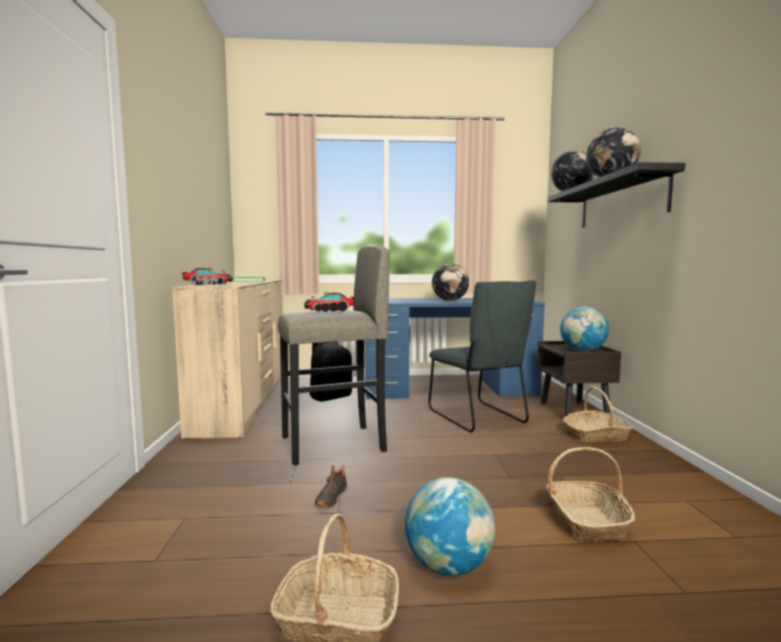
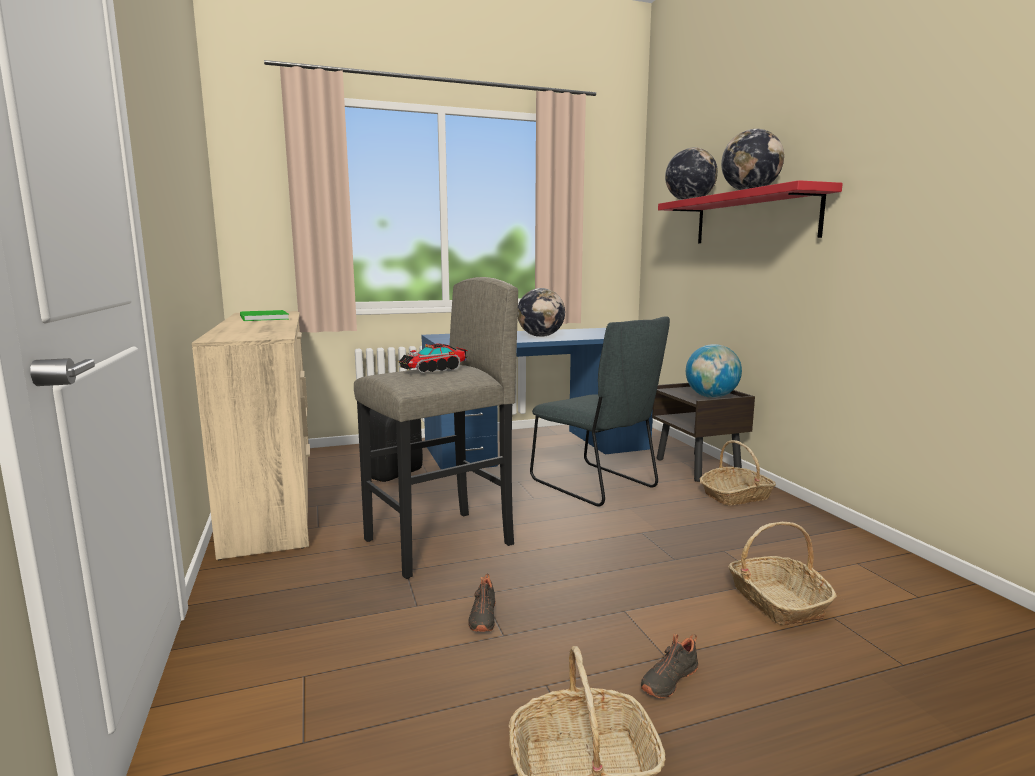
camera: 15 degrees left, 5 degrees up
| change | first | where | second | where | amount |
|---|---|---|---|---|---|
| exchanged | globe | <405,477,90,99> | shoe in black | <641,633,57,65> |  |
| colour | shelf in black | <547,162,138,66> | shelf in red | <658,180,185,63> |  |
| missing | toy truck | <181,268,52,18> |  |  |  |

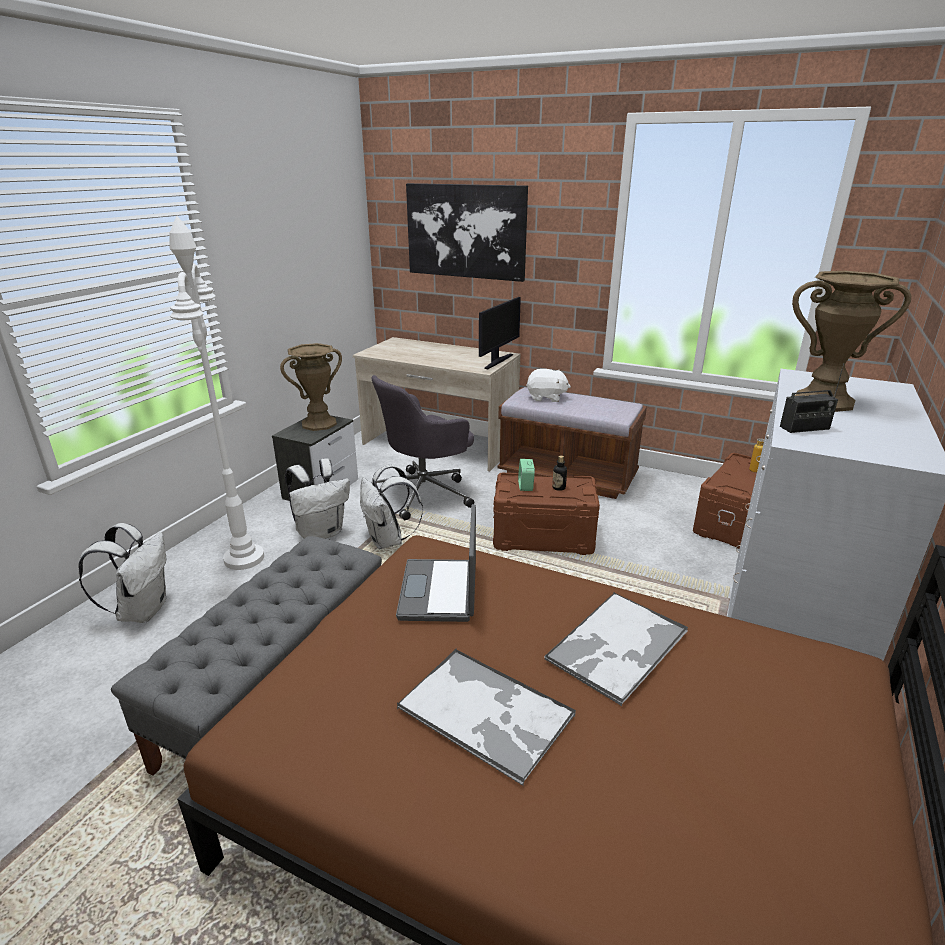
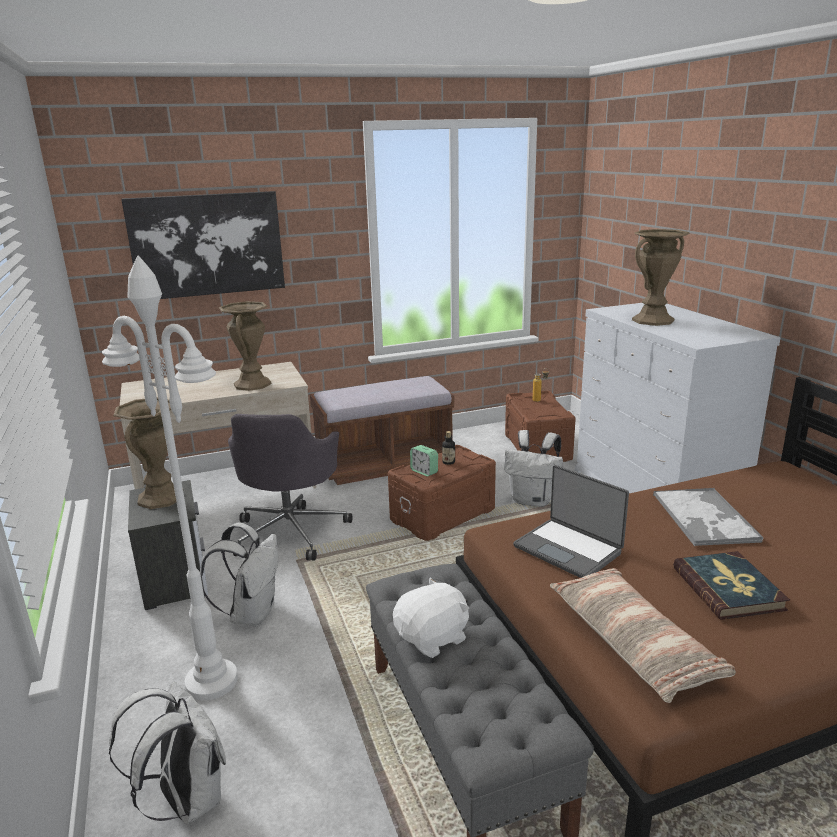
camera: 45 degrees left, 5 degrees down
| change | first | where | second | where | amount |
|---|---|---|---|---|---|
| appeared |  |  | vase in brown | <219,301,52,90> |  |
| relocated | plush toy in white | <526,369,45,33> |  | <393,577,76,81> |  |
| relocated | backpack in white | <360,465,63,84> |  | <504,430,59,77> |  |
| appeared |  |  | pillow | <550,568,186,135> |  |
| exchanged | tray | <397,648,179,138> | book | <673,551,117,69> |  |
| missing | monitor | <479,297,42,72> |  |  |  |
| missing | radio | <780,363,64,70> |  |  |  |

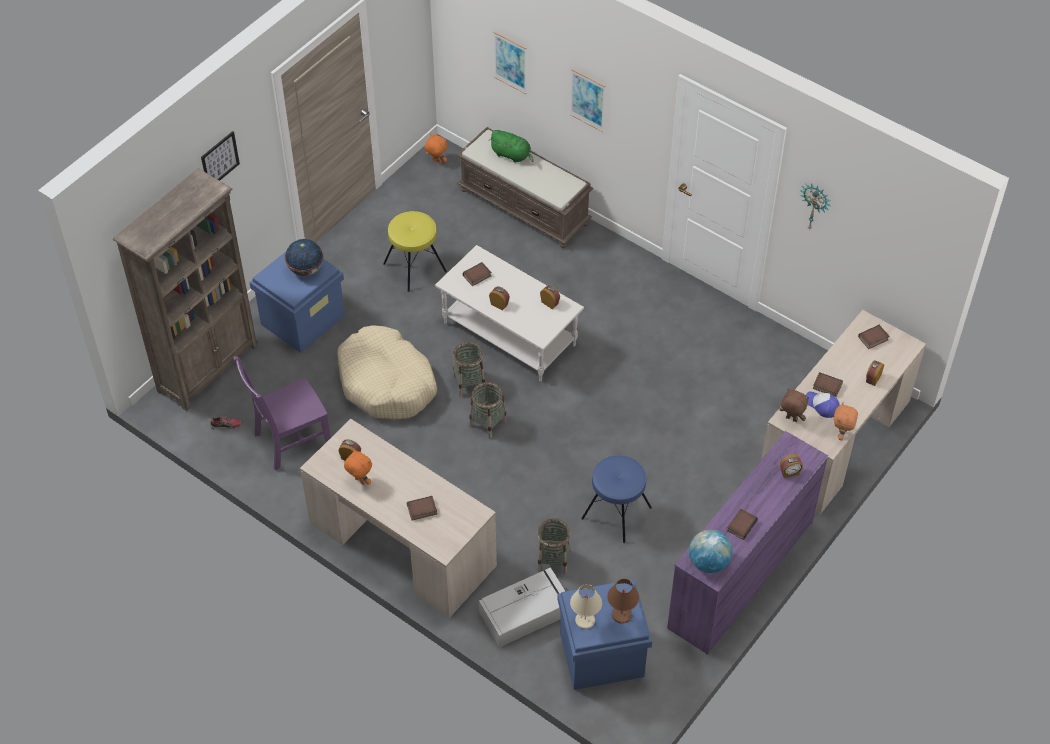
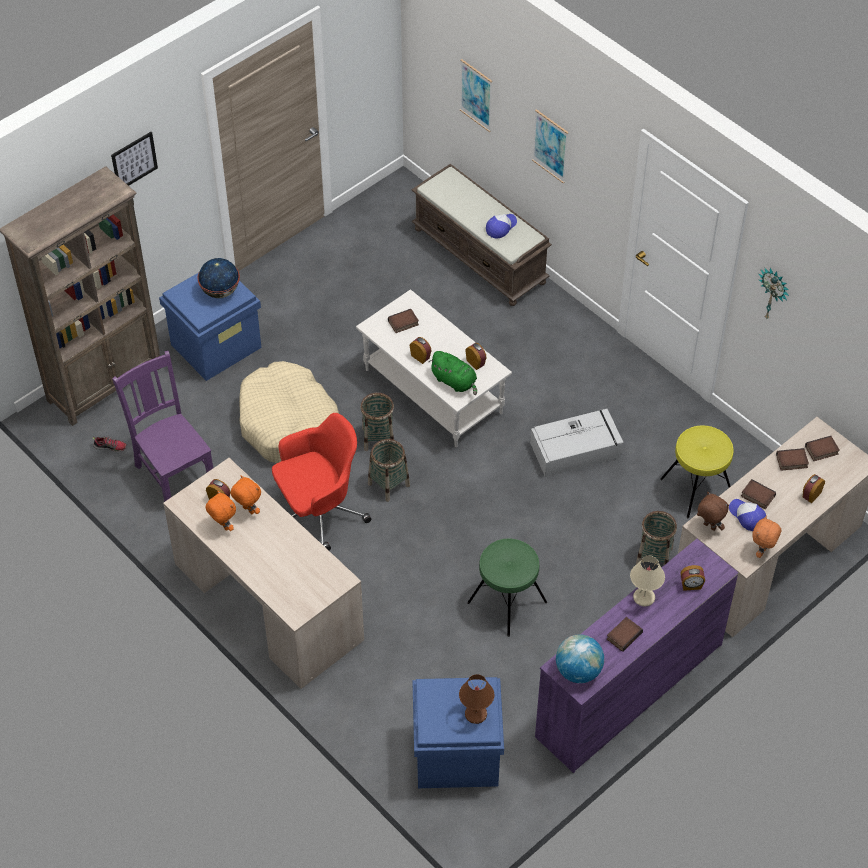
camera: 10 degrees right, 0 degrees up
| change | first | where | second | where | amount |
|---|---|---|---|---|---|
| spun | chair in purple | <234,356,97,114> |  | <112,351,101,151> | 75 degrees clockwise |
| relocated | plush toy in orange | <425,133,22,31> |  | <231,475,30,39> |  |
| appeared |  |  | office chair in red | <272,413,99,137> |  |
| relocated | plush toy in green | <489,130,45,33> |  | <429,351,48,44> |  |
| colour | stool in blue | <581,455,71,88> | stool in green | <467,538,80,99> |  |
| appeared |  |  | cap | <486,214,31,24> |  |
| relocated | storage box in grey | <479,567,86,80> |  | <530,409,94,68> |  |
| relocated | table lamp in beige | <570,584,32,45> |  | <630,556,35,51> |  |
| relocated | basket | <537,518,33,56> |  | <636,511,41,54> |  |
| relocated | stool in yellow | <383,211,64,81> |  | <660,426,73,92> |  |
| relocated | book | <407,496,30,24> |  | <776,448,33,23> |  |

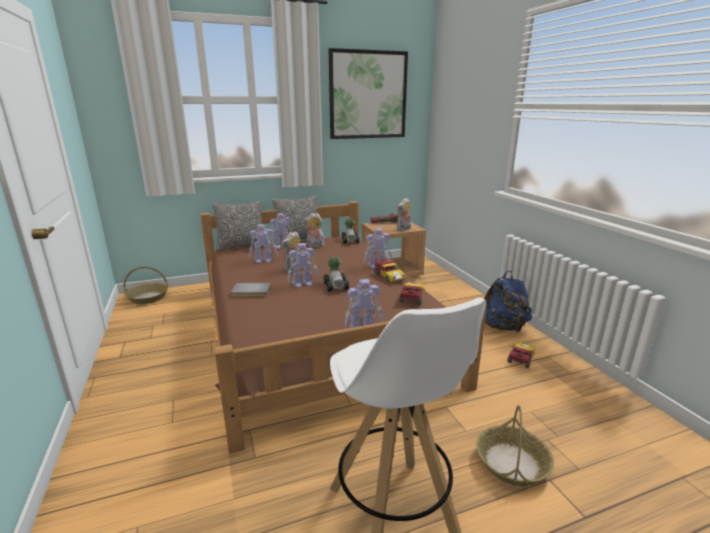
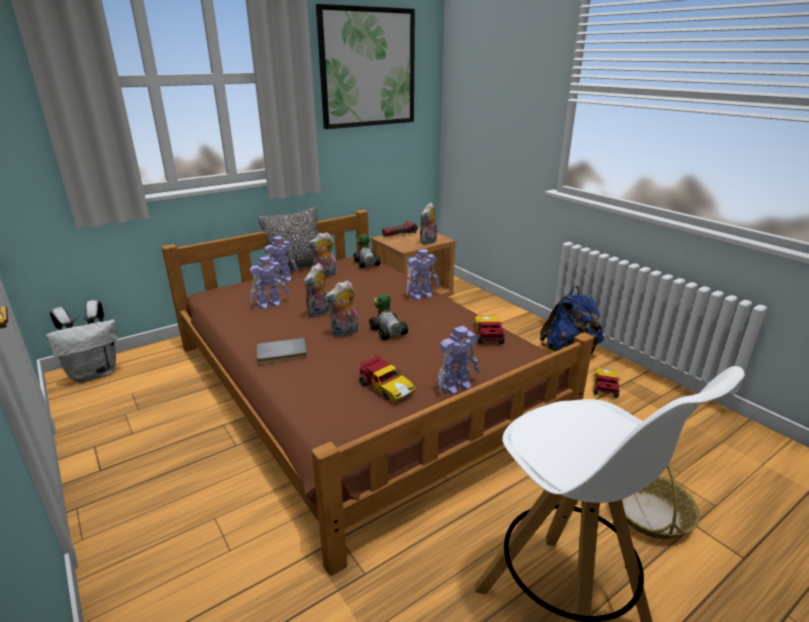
camera: 15 degrees left, 5 degrees up
| change | first | where | second | where | amount |
|---|---|---|---|---|---|
| exchanged | basket | <123,266,45,38> | backpack in white | <46,300,72,82> |  |
| exchanged | toy robot | <288,243,32,45> | plush toy | <324,280,34,57> |  |
| relocated | toy car | <374,258,32,24> |  | <359,355,57,47> |  |
| missing | pillow | <212,201,53,50> |  |  |  |

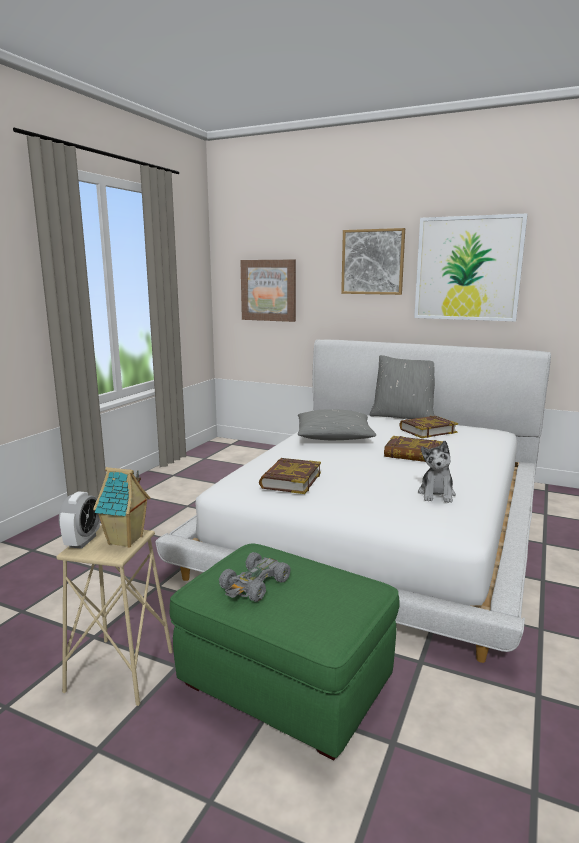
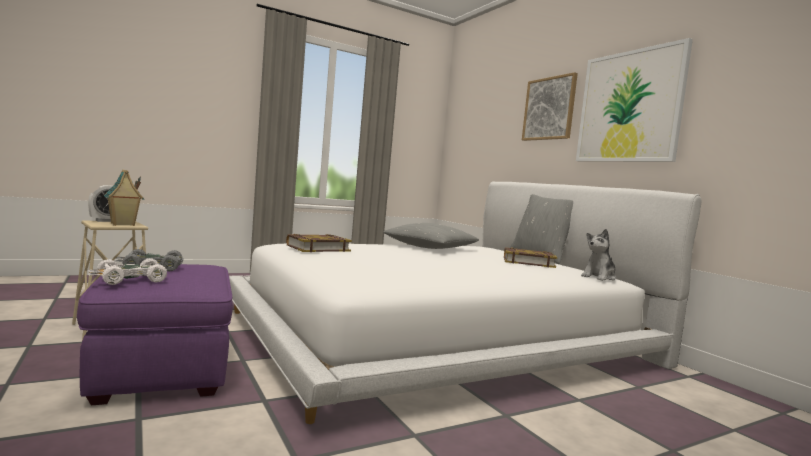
camera: 35 degrees right, 10 degrees down
| change | first | where | second | where | amount |
|---|---|---|---|---|---|
| colour | ottoman in green | <170,544,230,216> | ottoman in purple | <77,264,156,141> |  |
| appeared |  |  | toy car in white | <88,258,79,27> |  |
| relocated | plush toy | <418,441,38,62> |  | <581,229,35,52> |  |
| missing | picture | <240,260,56,62> |  |  |  |
| missing | book | <384,436,59,26> |  |  |  |

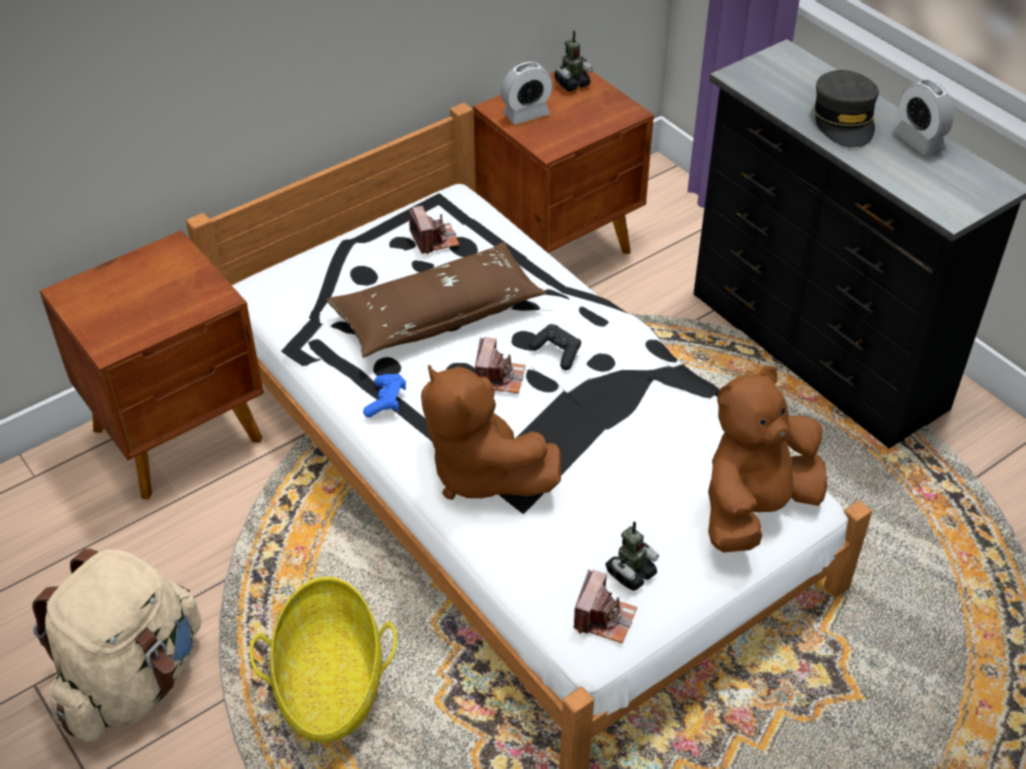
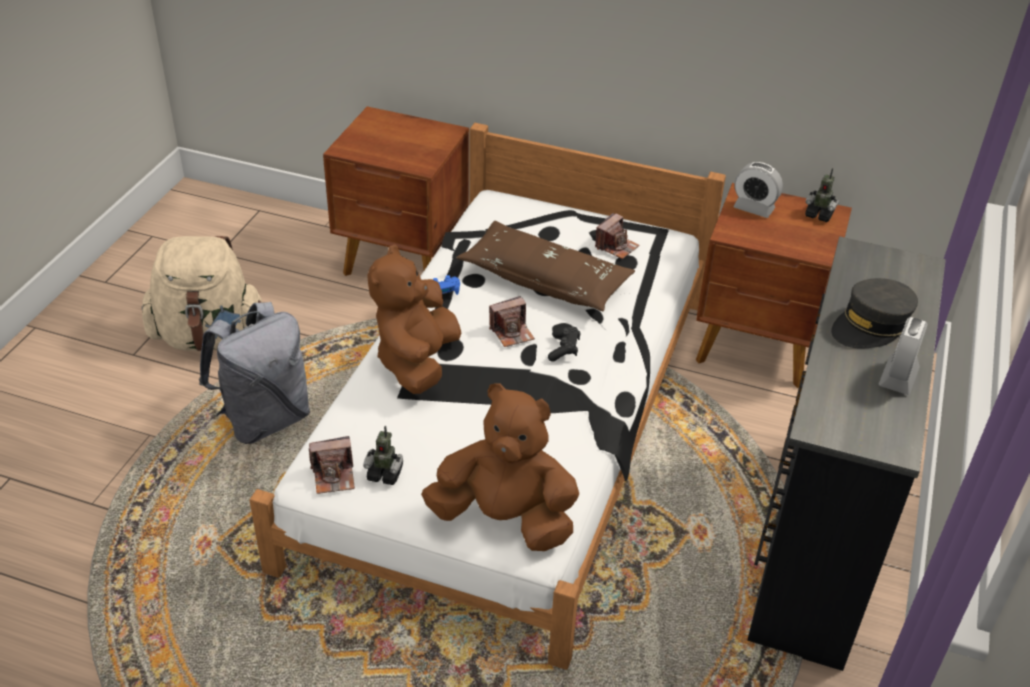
camera: 55 degrees right, 5 degrees down
| change | first | where | second | where | amount |
|---|---|---|---|---|---|
| exchanged | basket | <249,576,148,167> | backpack in grey | <199,302,111,142> |  |

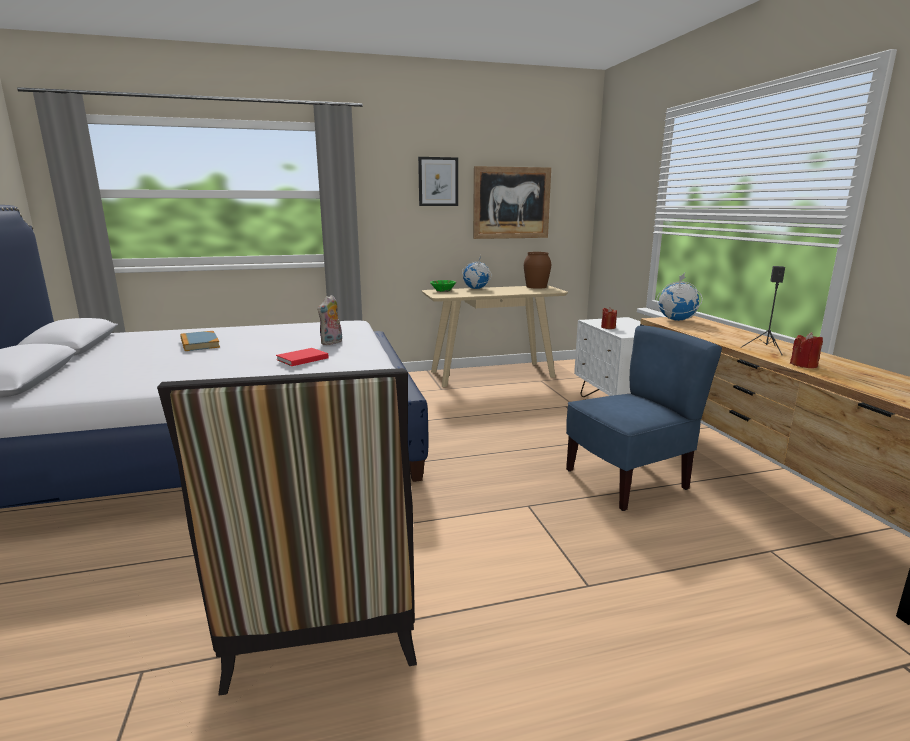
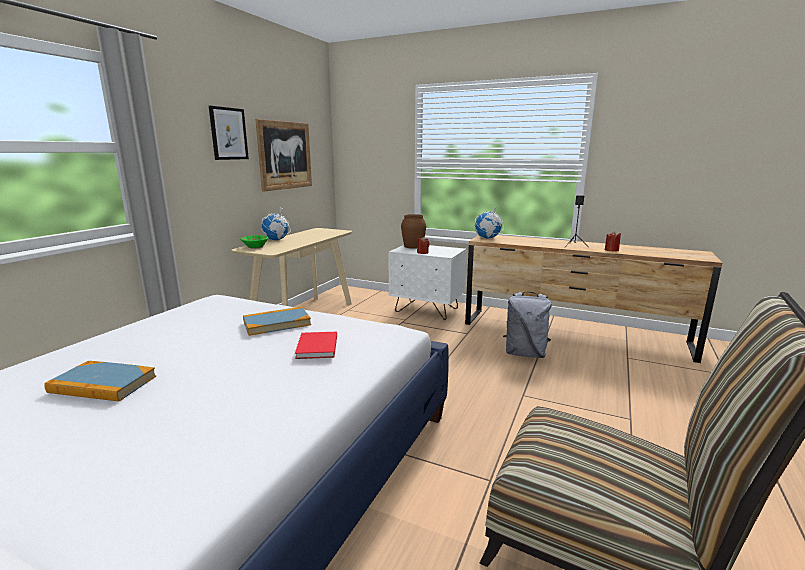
camera: 50 degrees left, 0 degrees up
| change | first | where | second | where | amount |
|---|---|---|---|---|---|
| exchanged | plush toy | <317,295,25,50> | book | <243,307,68,29> |  |
| relocated | vase in brown | <524,252,27,37> |  | <401,214,25,35> |  |
| exchanged | chair in blue | <566,325,156,186> | backpack in grey | <503,292,49,66> |  |

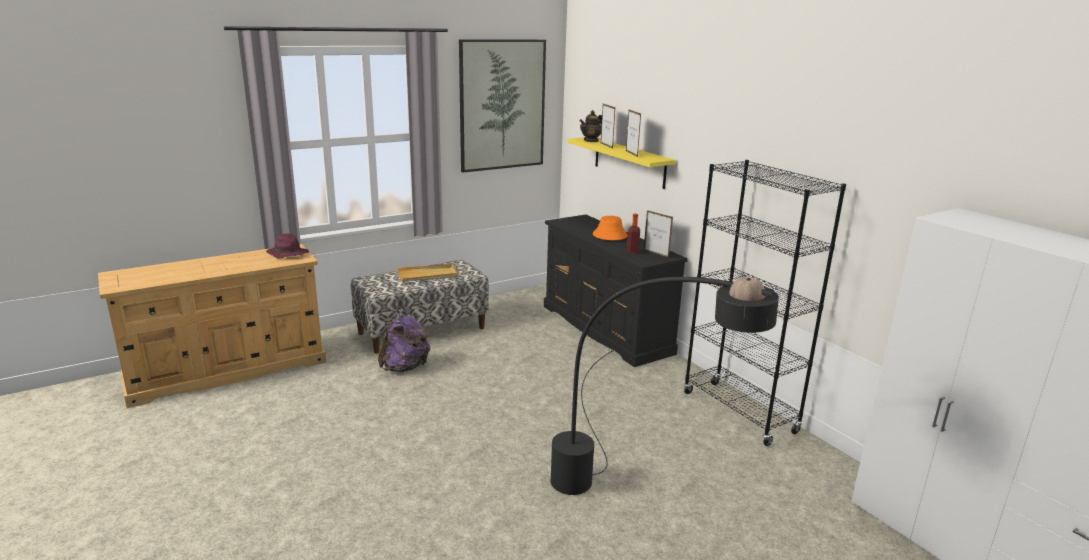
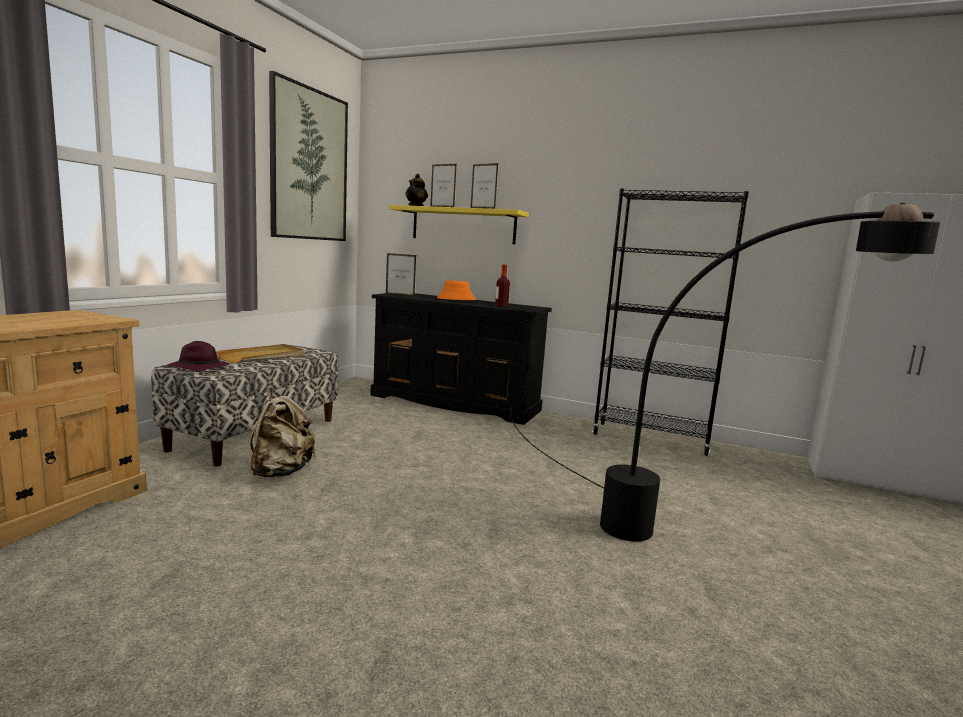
camera: 35 degrees left, 10 degrees down
| change | first | where | second | where | amount |
|---|---|---|---|---|---|
| relocated | hat in purple | <266,233,43,26> |  | <167,341,63,31> |  |
| colour | backpack in purple | <378,310,52,62> | backpack in beige | <250,389,66,88> |  |
| relocated | picture frame | <644,210,29,48> |  | <386,253,30,44> |  |

